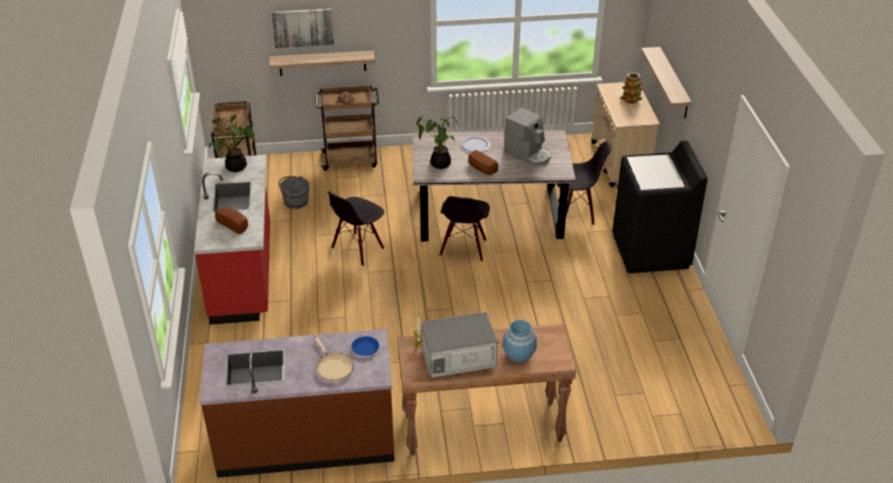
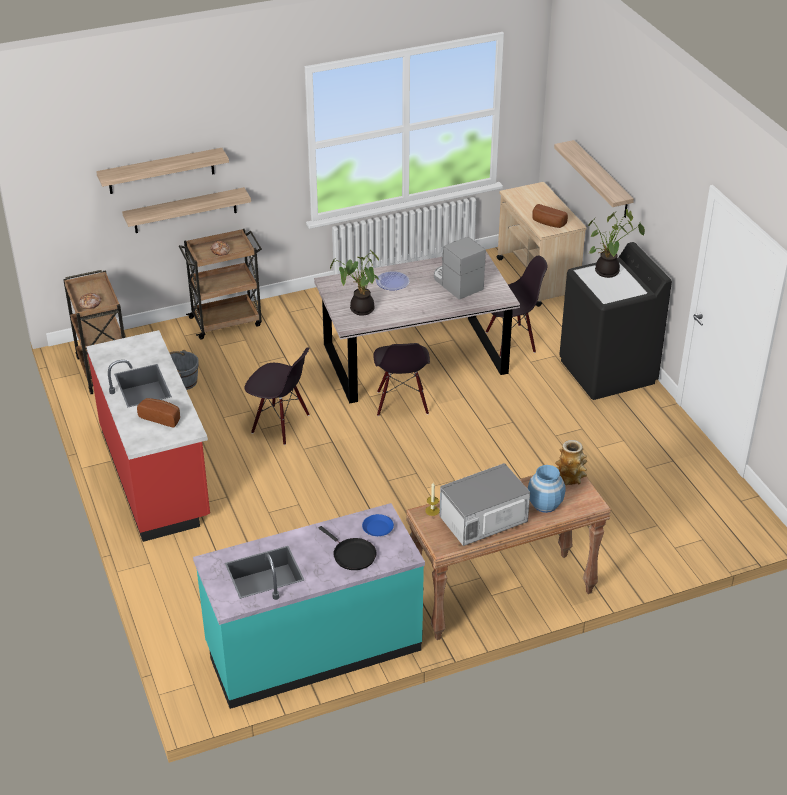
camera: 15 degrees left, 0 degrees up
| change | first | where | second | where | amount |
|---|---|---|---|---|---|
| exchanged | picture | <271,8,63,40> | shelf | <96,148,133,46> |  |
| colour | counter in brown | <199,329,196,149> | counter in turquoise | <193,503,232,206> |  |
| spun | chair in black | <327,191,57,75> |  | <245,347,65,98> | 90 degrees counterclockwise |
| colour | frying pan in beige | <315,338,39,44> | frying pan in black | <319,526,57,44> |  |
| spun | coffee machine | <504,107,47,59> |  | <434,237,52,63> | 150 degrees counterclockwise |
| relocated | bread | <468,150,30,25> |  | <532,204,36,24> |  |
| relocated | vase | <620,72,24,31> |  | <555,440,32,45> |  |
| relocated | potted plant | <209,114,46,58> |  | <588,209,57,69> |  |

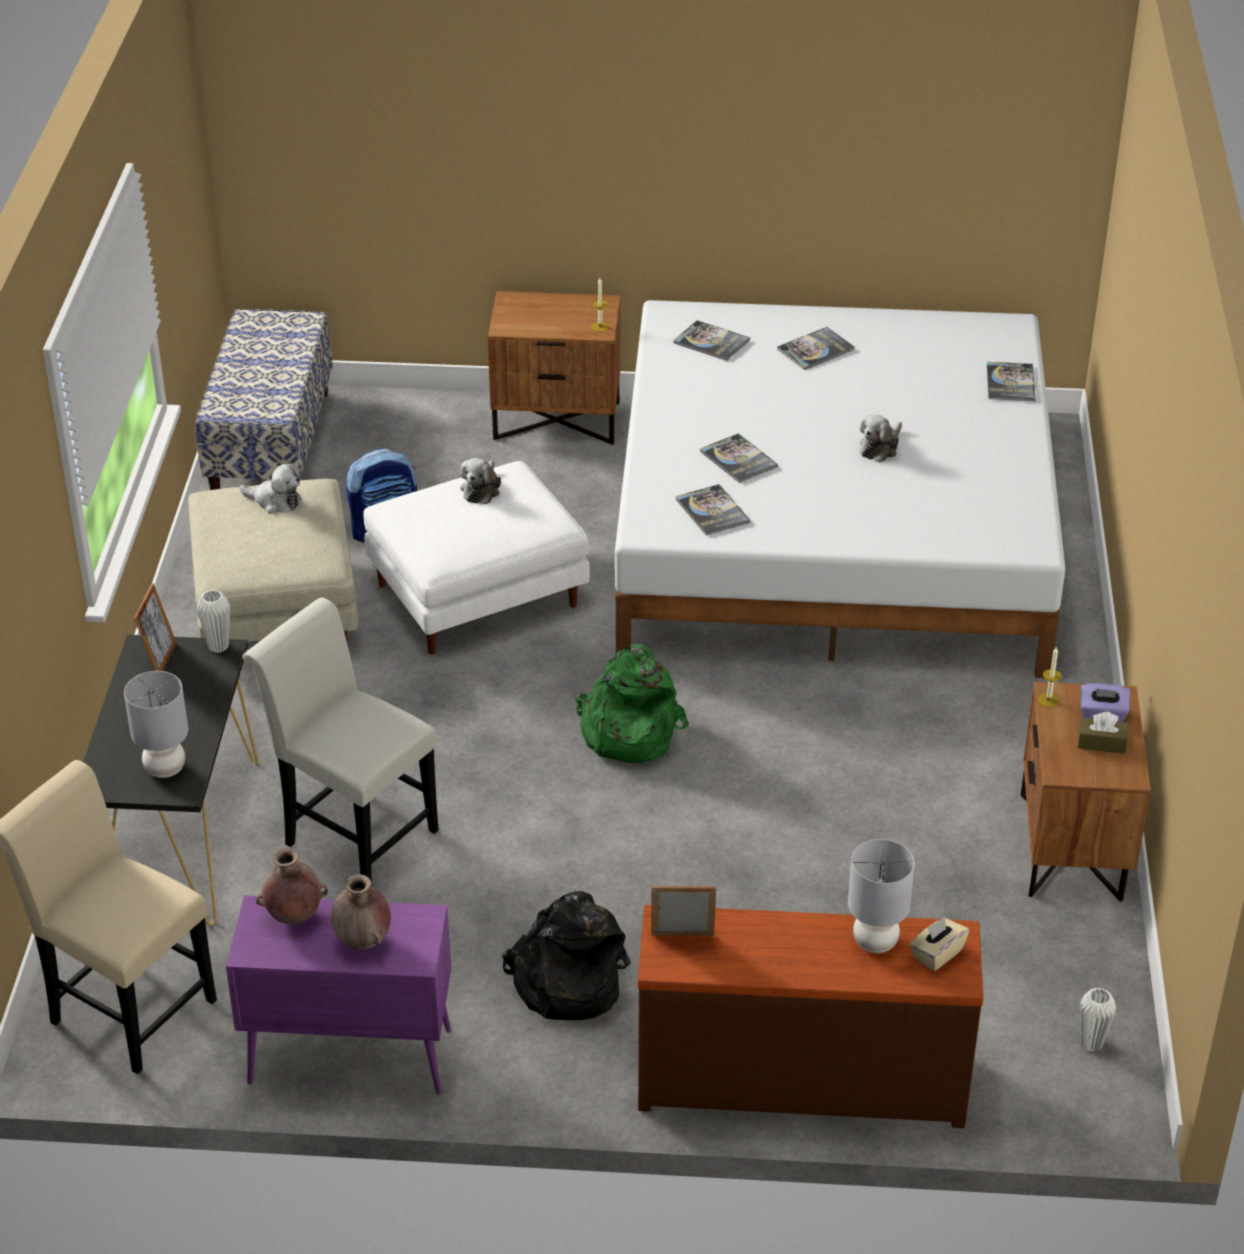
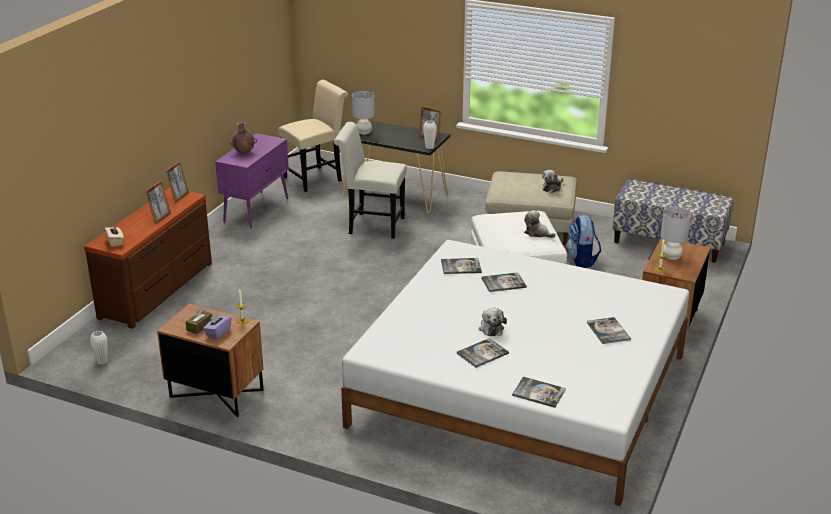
camera: 110 degrees right, 10 degrees down
| change | first | where | second | where | amount |
|---|---|---|---|---|---|
| appeared |  |  | picture frame | <145,181,26,44> |  |
| spun | chair in white | <242,598,197,282> |  | <334,122,73,117> | 135 degrees counterclockwise |
| relocated | book | <673,320,77,41> |  | <457,338,52,30> |  |
| spun | plush toy | <860,414,42,49> |  | <479,308,28,28> | 150 degrees counterclockwise |
| relocated | table lamp in grey | <848,839,67,114> |  | <660,207,31,53> |  |
| missing | vase in brown | <255,848,73,76> |  |  |  |
| missing | backpack in black | <501,891,130,129> |  |  |  |
| missing | backpack in green | <575,644,114,119> |  |  |  |

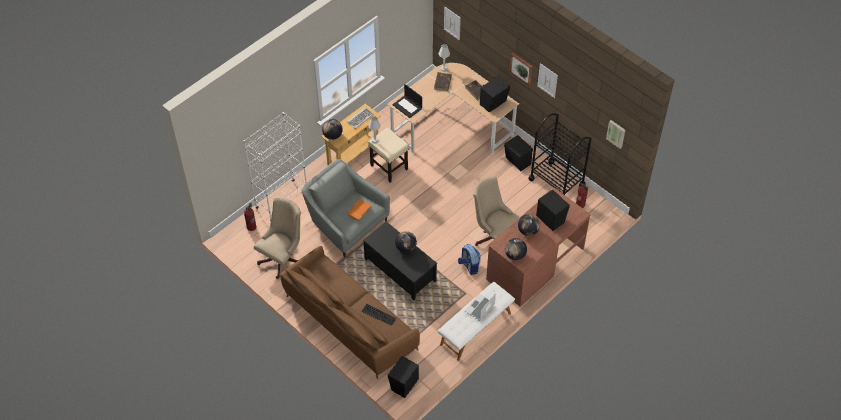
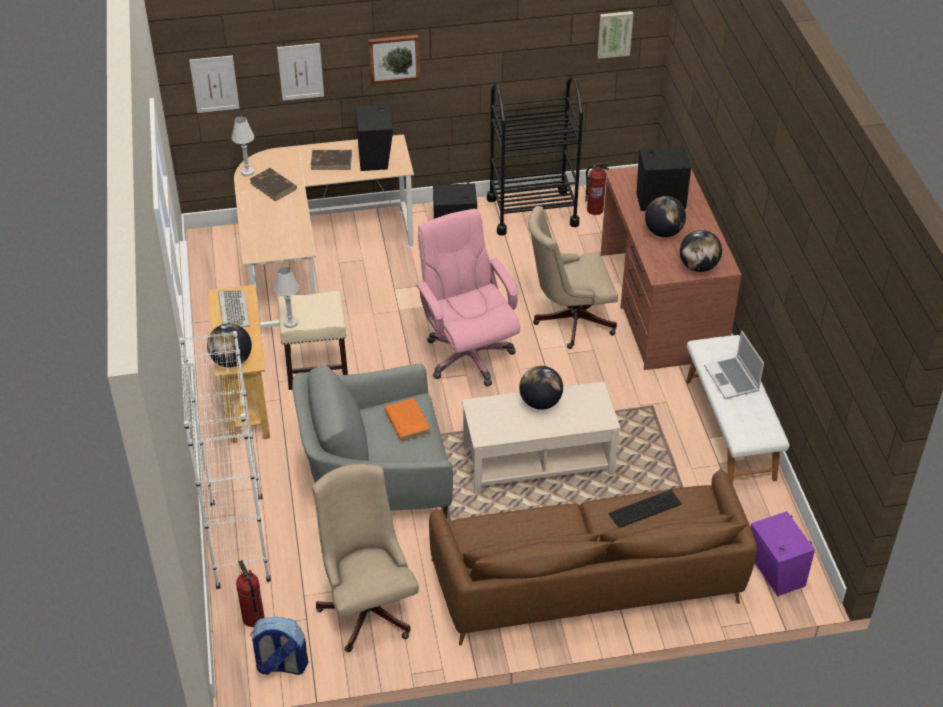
camera: 55 degrees left, 10 degrees down
| change | first | where | second | where | amount |
|---|---|---|---|---|---|
| relocated | backpack | <458,244,23,31> |  | <250,617,58,58> |  |
| relocated | picture | <537,63,21,35> |  | <277,43,47,58> |  |
| appeared |  |  | office chair in pink | <415,209,105,177> |  |
| colour | coffee table in black | <363,221,74,80> | coffee table in beige | <462,381,159,113> |  |
| colour | speaker in black | <388,356,31,42> | speaker in purple | <751,511,64,85> |  |
| missing | laptop | <392,84,30,34> |  |  |  |

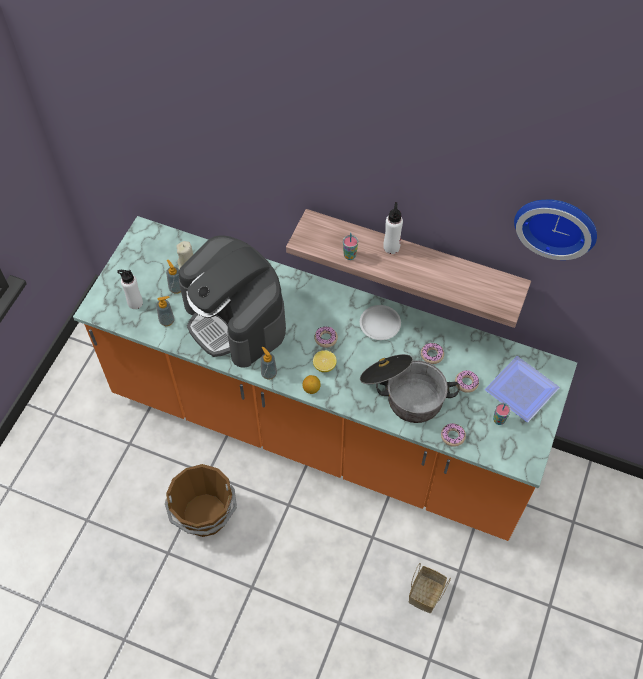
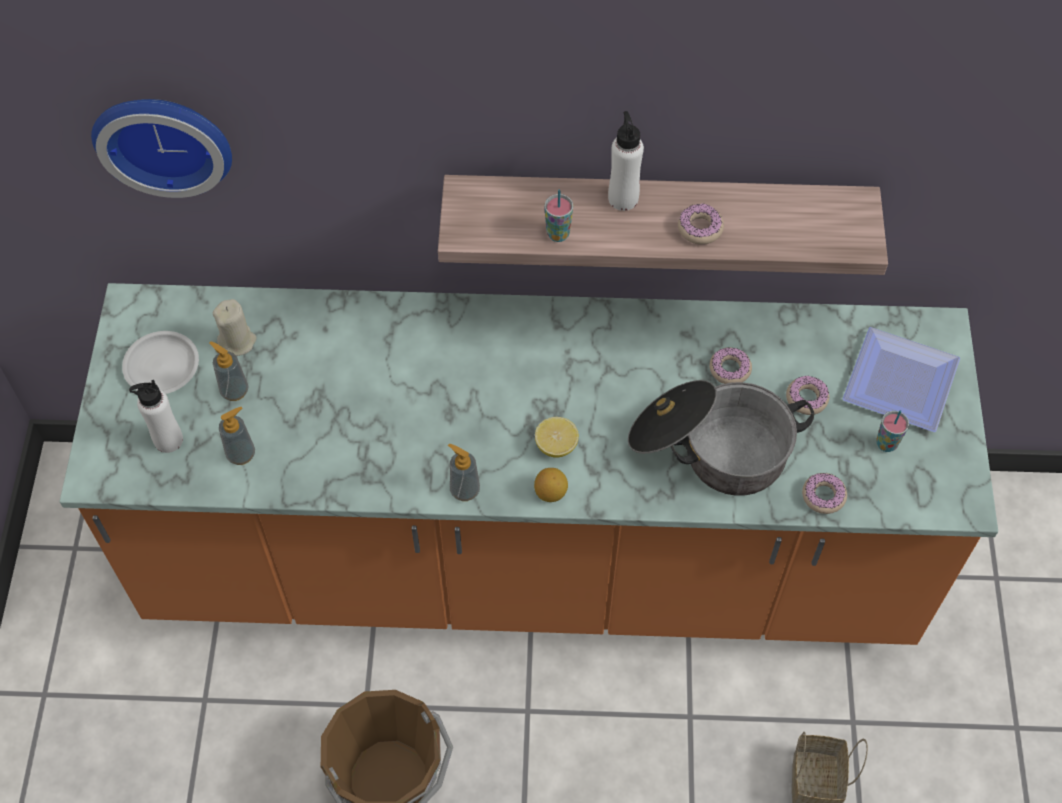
camera: 20 degrees left, 0 degrees up
| change | first | where | second | where | amount |
|---|---|---|---|---|---|
| relocated | wall clock | <514,199,83,61> |  | <91,99,141,99> |  |
| relocated | plate in white | <360,305,41,35> |  | <122,331,77,63> |  |
| relocated | donut | <314,327,24,21> |  | <678,203,46,42> |  |
| missing | coffee machine | <179,235,107,133> |  |  |  |

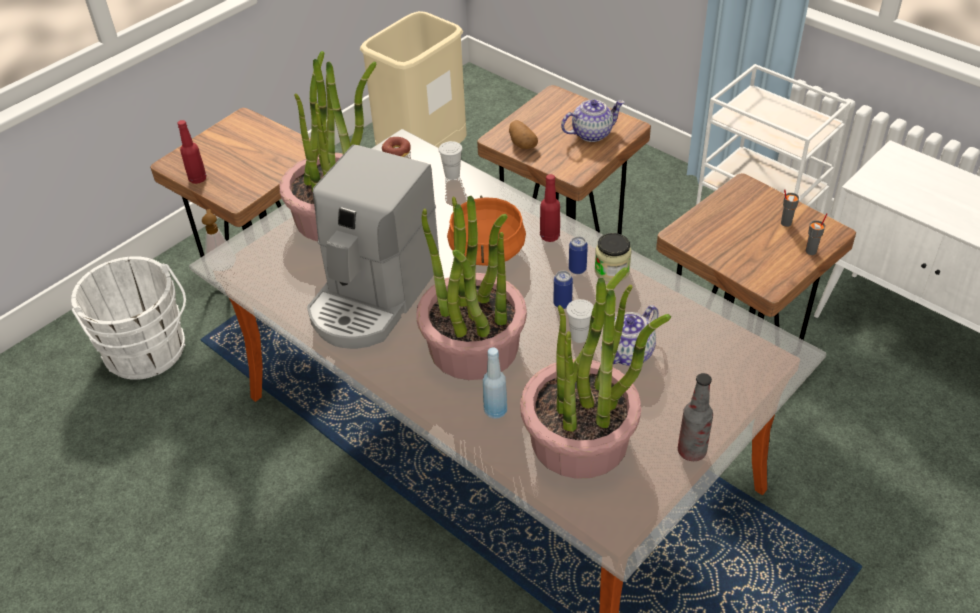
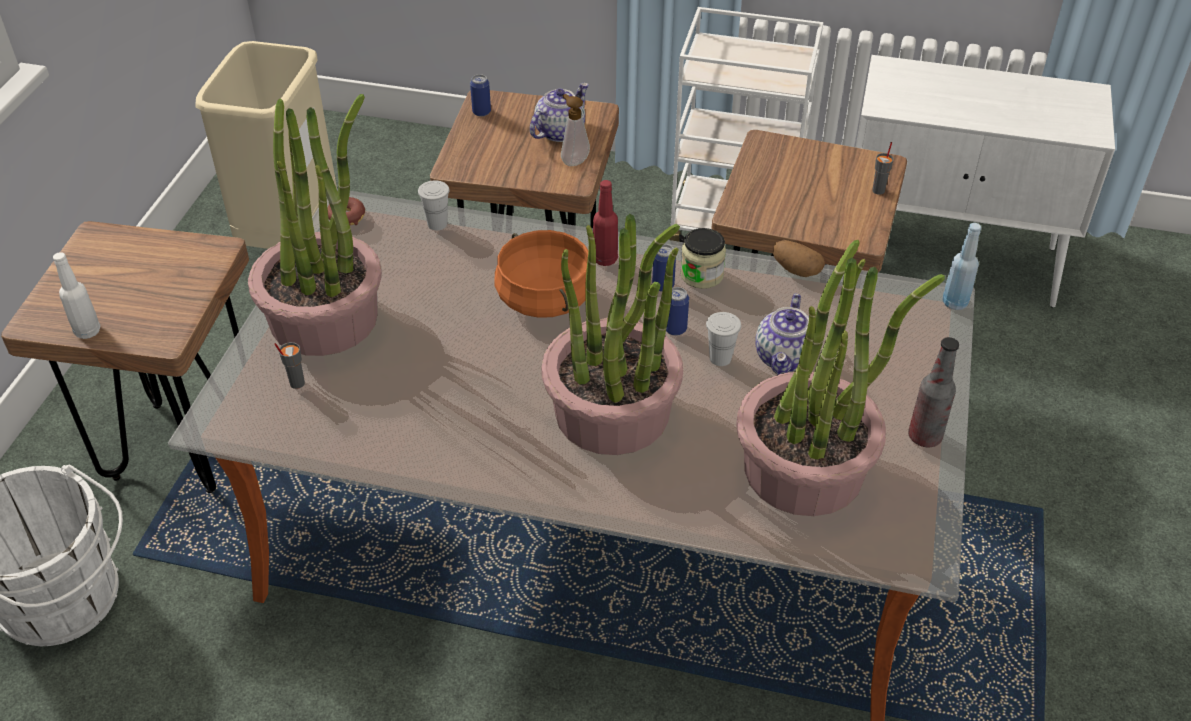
camera: 30 degrees left, 0 degrees up
| change | first | where | second | where | amount |
|---|---|---|---|---|---|
| colour | bottle in red | <177,120,29,64> | bottle in white | <53,252,48,87> |  |
| relocated | cup in grey | <781,189,18,38> |  | <274,342,31,47> |  |
| appeared |  |  | can | <470,74,21,43> |  |
| relocated | soap dispenser | <202,209,34,62> |  | <561,94,29,72> |  |
| relocated | potato | <509,120,29,29> |  | <773,240,52,37> |  |
| relocated | bottle in blue | <483,347,24,72> |  | <942,223,39,87> |  |
| missing | coffee machine | <307,144,132,205> |  |  |  |

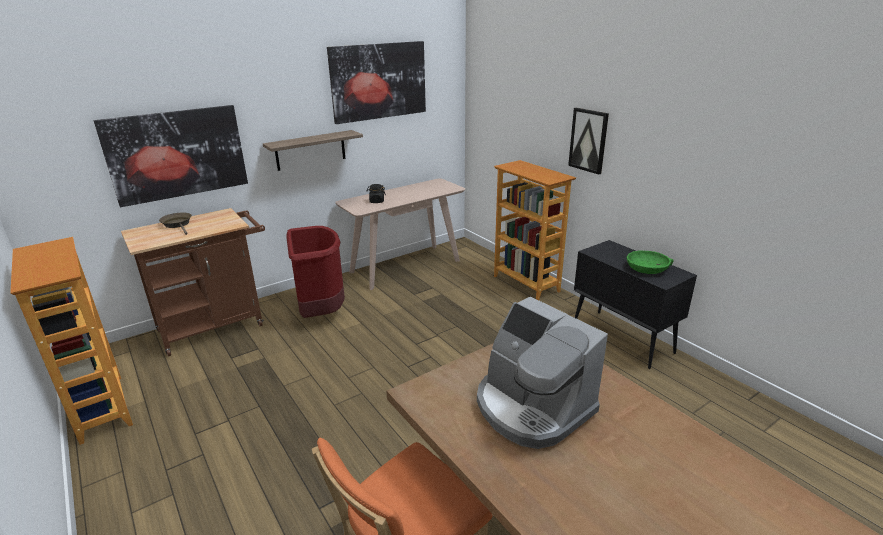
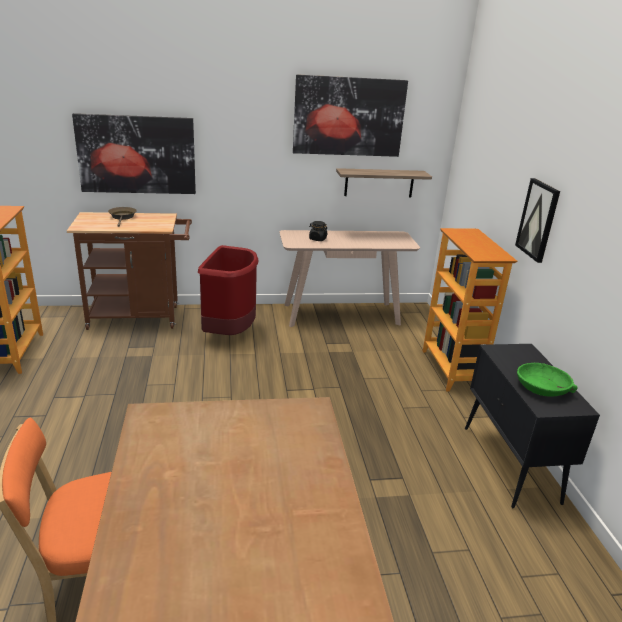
camera: 25 degrees right, 0 degrees up
| change | first | where | second | where | amount |
|---|---|---|---|---|---|
| relocated | shelf | <263,130,100,41> |  | <336,168,96,29> |  |
| missing | coffee machine | <477,296,131,153> |  |  |  |

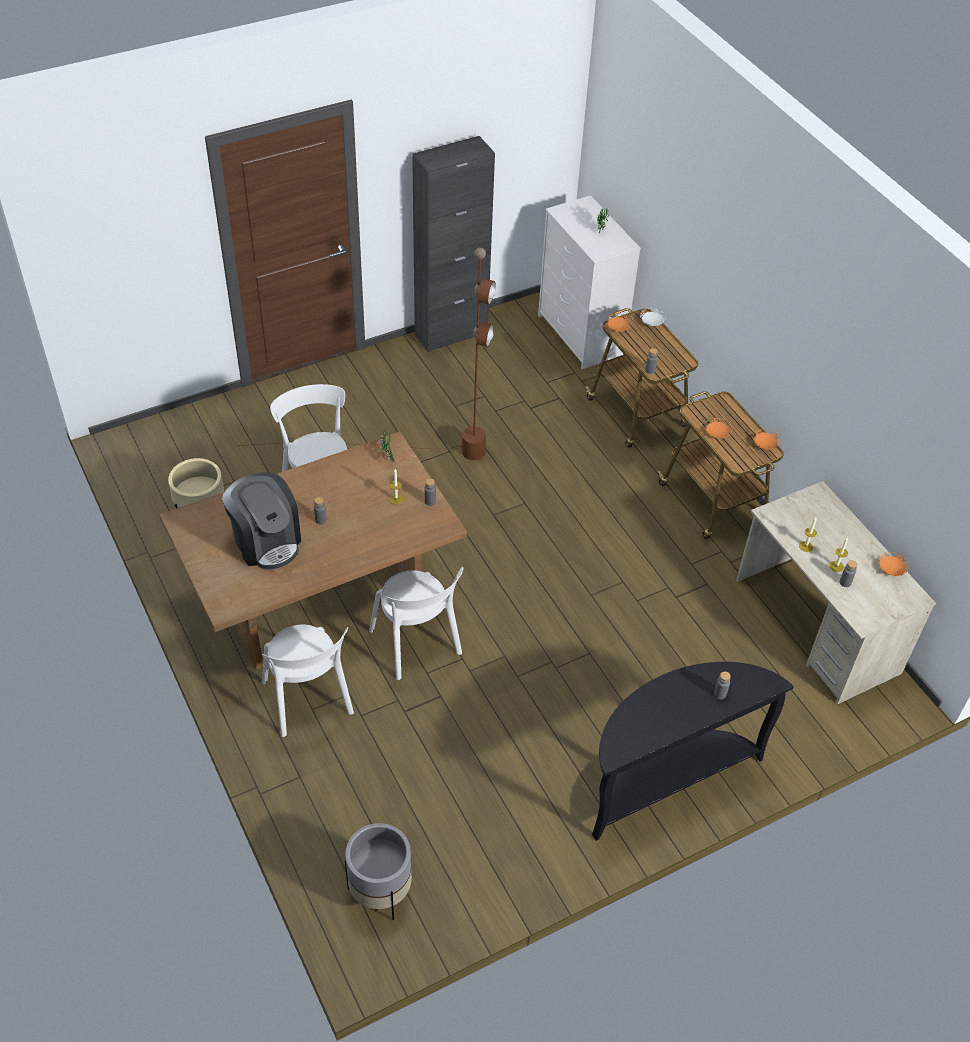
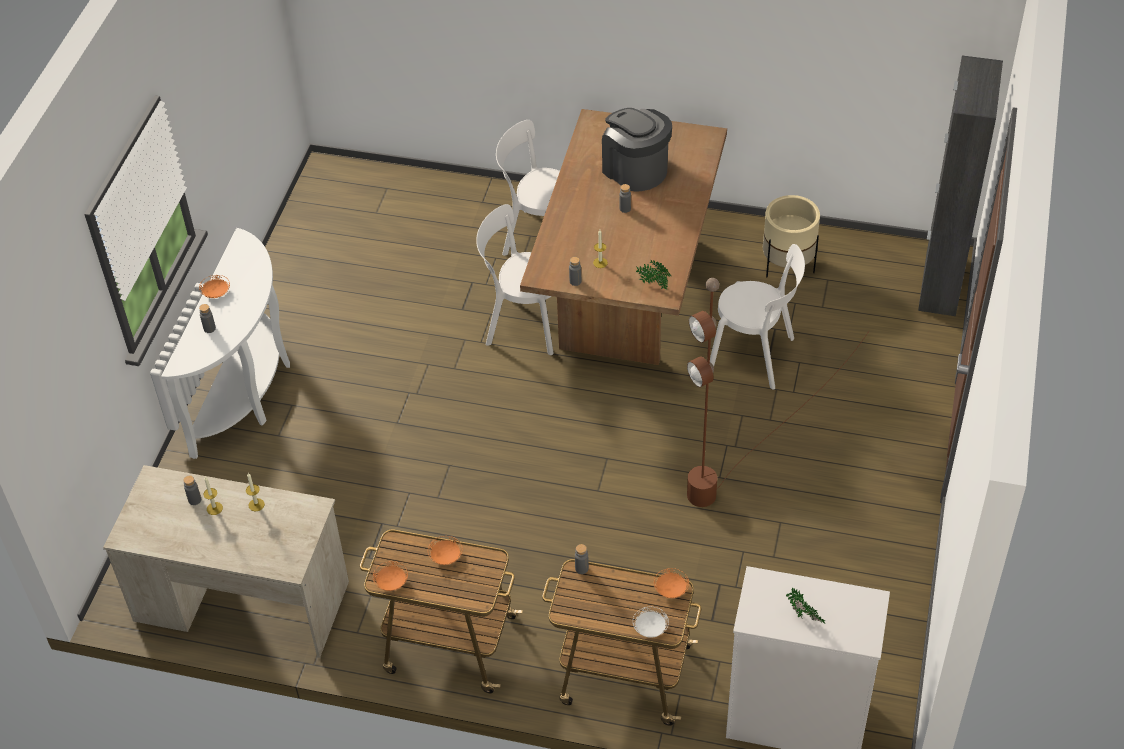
camera: 135 degrees right, 0 degrees up
| change | first | where | second | where | amount |
|---|---|---|---|---|---|
| colour | console table in black | <592,662,202,179> | console table in white | <161,228,129,231> |  |
| relocated | plate in orange | <879,552,30,24> |  | <199,275,31,23> |  |
| spun | coffee machine | <222,472,79,98> |  | <602,108,70,84> | 45 degrees clockwise |
| relocated | cabinet in black | <412,136,83,216> |  | <918,56,85,260> |  |
| missing | planter in grey | <345,823,67,97> |  |  |  |

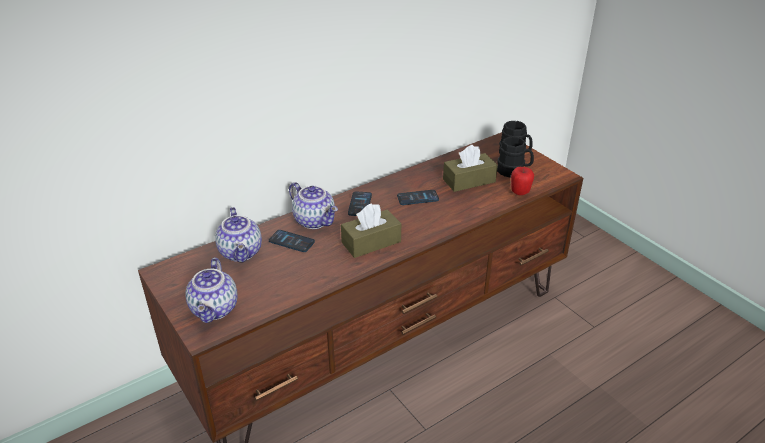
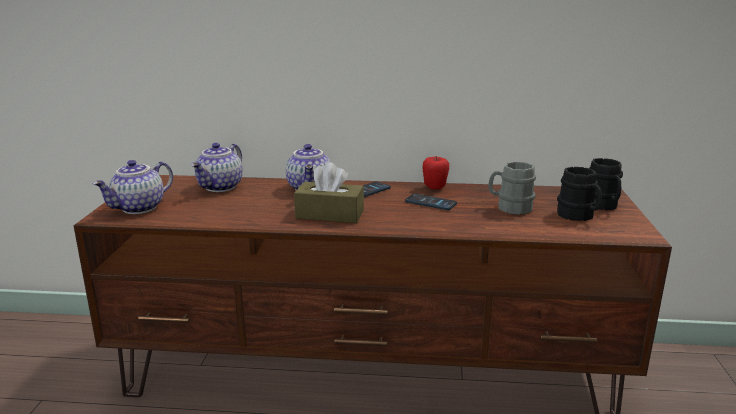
camera: 40 degrees right, 15 degrees down
| change | first | where | second | where | amount |
|---|---|---|---|---|---|
| relocated | apple | <511,167,23,28> |  | <422,157,27,33> |  |
| exchanged | tissue box in brown | <443,145,55,47> | mug in grey | <488,162,48,53> |  |
| missing | phone | <269,230,46,22> |  |  |  |

